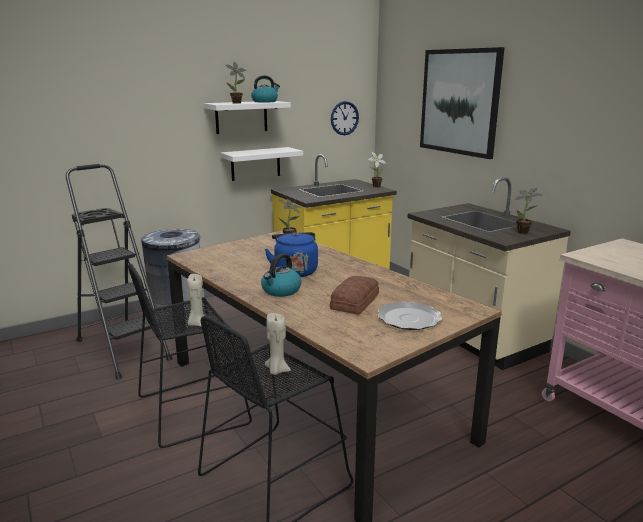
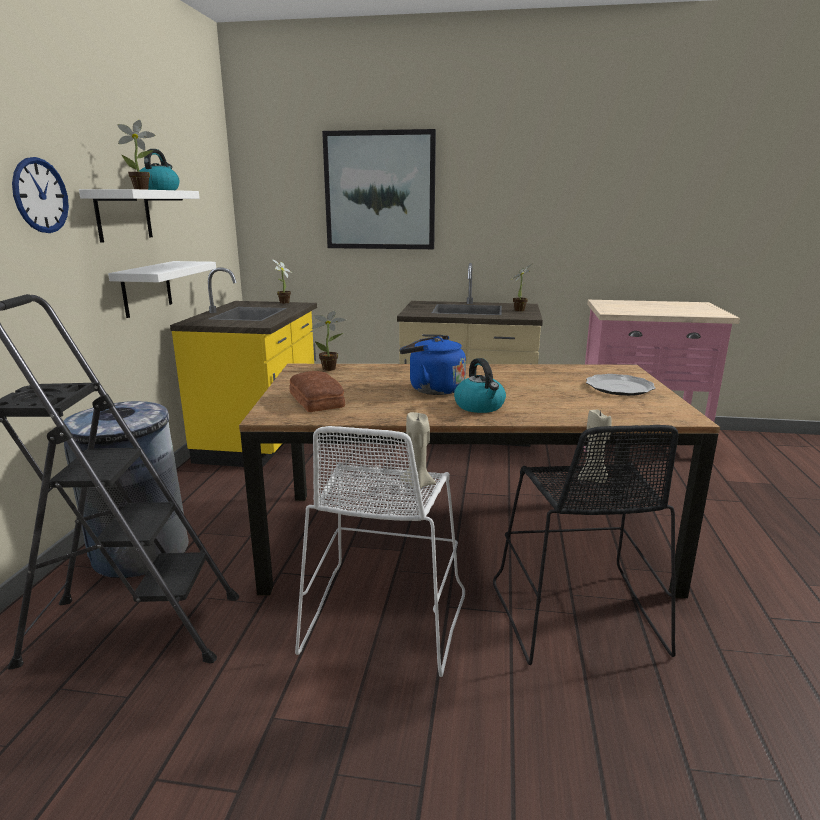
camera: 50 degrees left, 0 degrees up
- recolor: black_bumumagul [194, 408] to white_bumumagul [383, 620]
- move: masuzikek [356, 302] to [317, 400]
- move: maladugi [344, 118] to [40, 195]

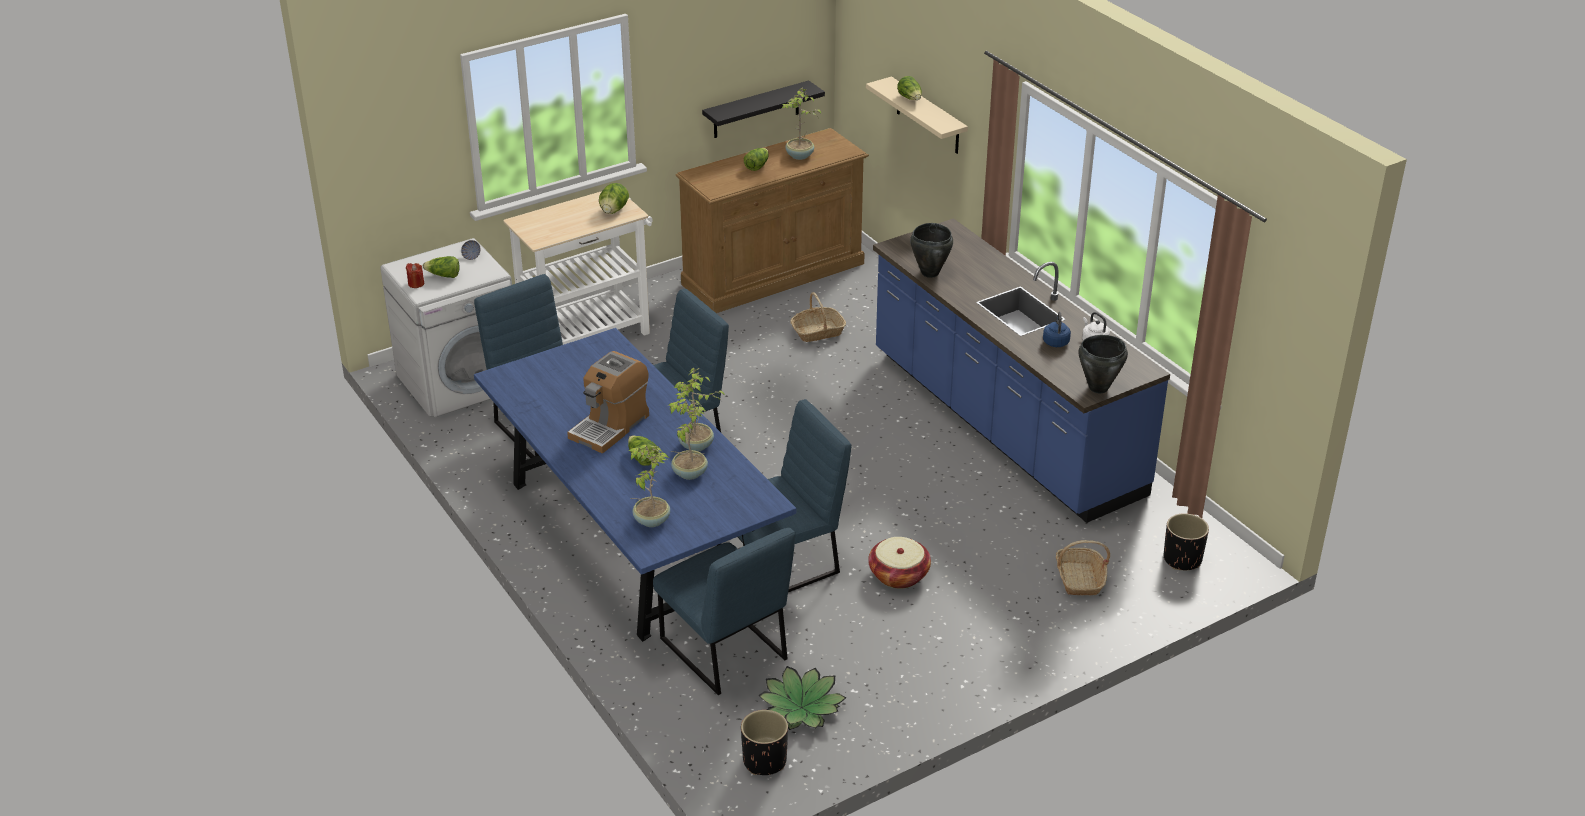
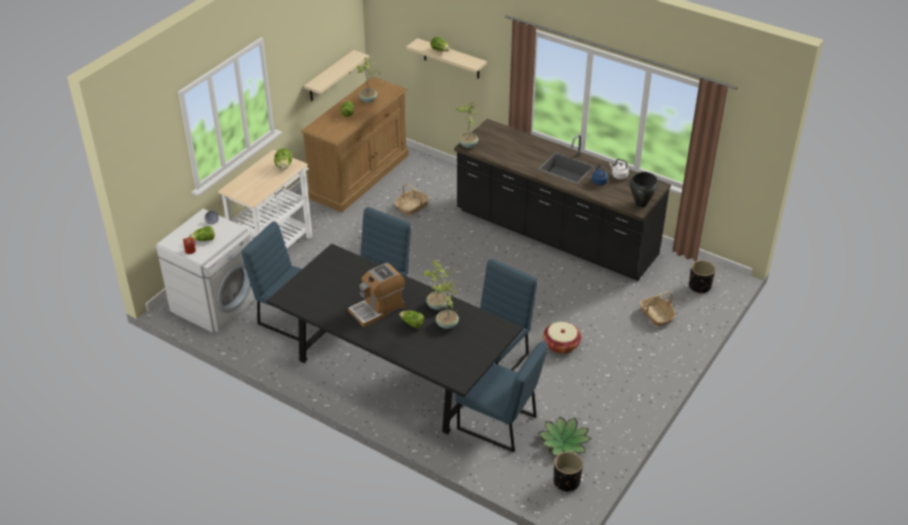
camera: 25 degrees left, 5 degrees up
- recolor: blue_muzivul [633, 535] to black_muzivul [395, 370]
- rotate: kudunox [610, 426] = [377, 309] 45 degrees clockwise
- move: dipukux [650, 520] to [468, 145]
- recolor: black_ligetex [756, 110] to beige_ligetex [330, 76]
- recolor: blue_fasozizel [1004, 424] to black_fasozizel [555, 234]
- delete: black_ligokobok [929, 273]

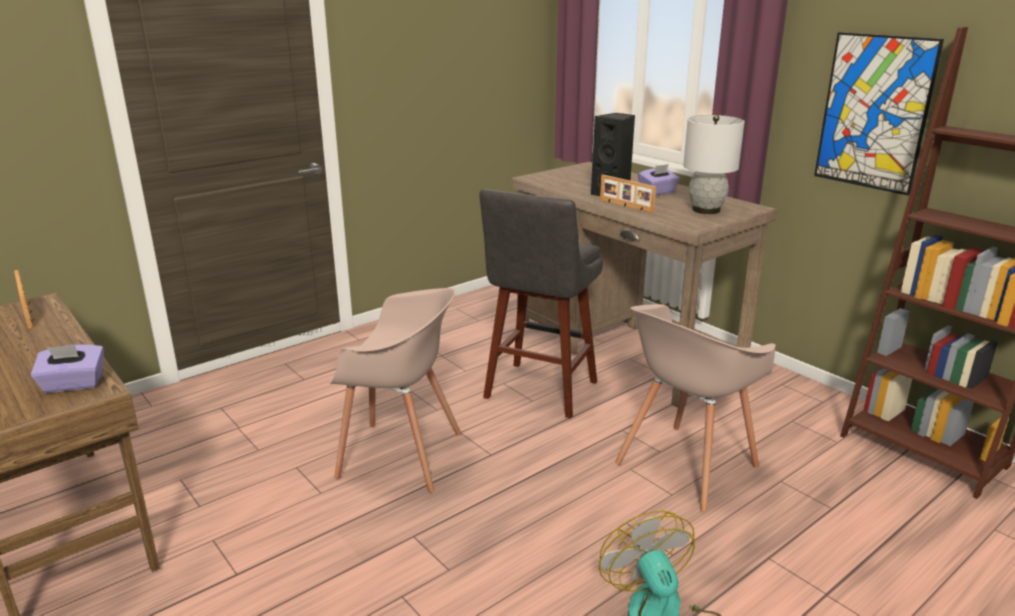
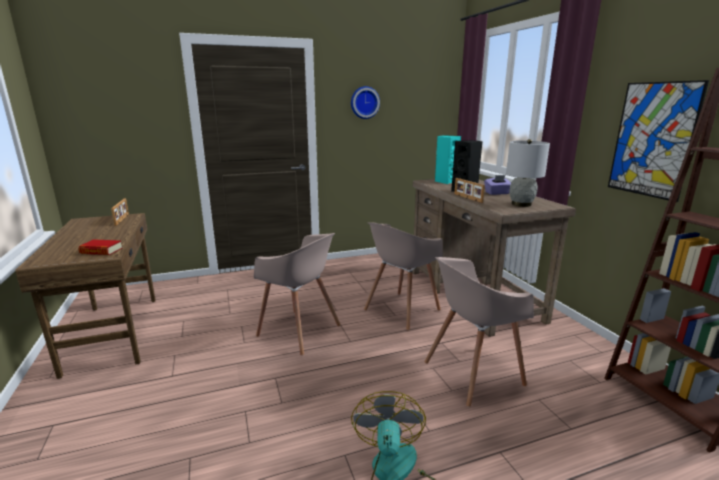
camera: 20 degrees right, 5 degrees down
- replace: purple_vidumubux [73, 384] to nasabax [101, 251]
- replace: grey_bumumagul [538, 392] to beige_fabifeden [401, 310]
- insert: maladugi [364, 102]
- insert: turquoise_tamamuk [445, 181]

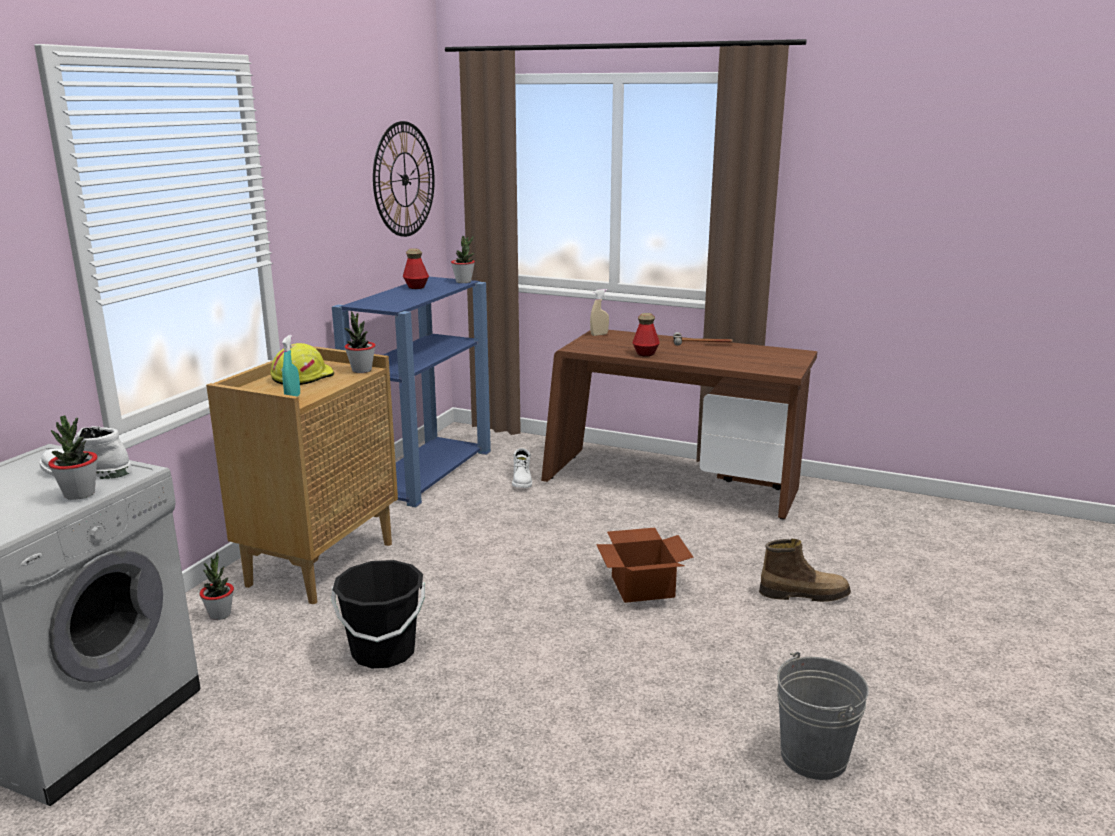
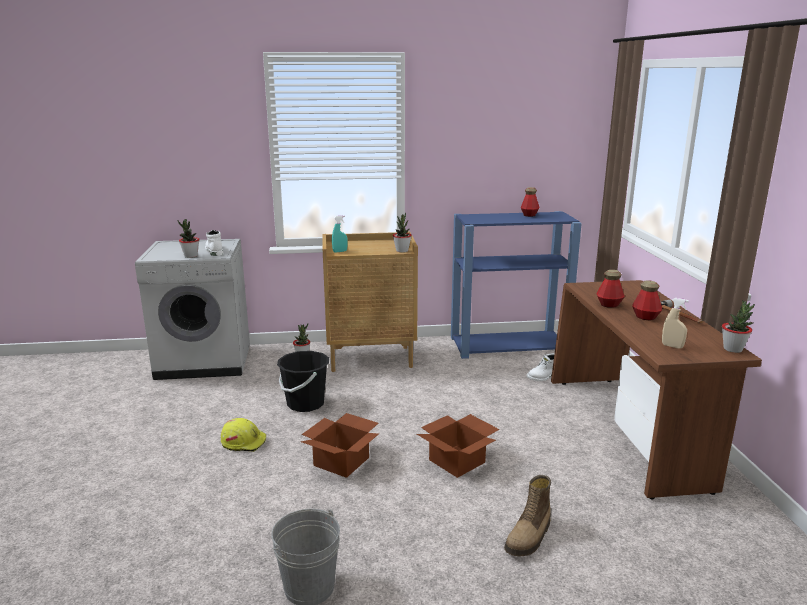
camera: 60 degrees right, 0 degrees up
- move: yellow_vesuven [302, 377] to [244, 442]
- delete: maladugi [404, 179]
- move: dipukux [463, 282] to [733, 349]
- move: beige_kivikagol [599, 334] to [672, 346]
- rotate: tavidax [803, 594] = [529, 537] 60 degrees clockwise
- insert: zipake [343, 461]
- insert: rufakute [645, 317]

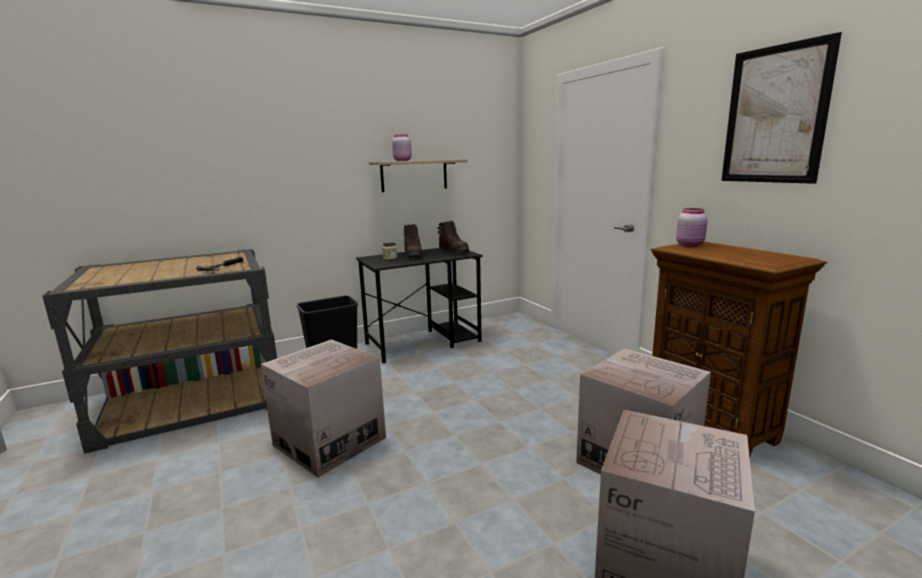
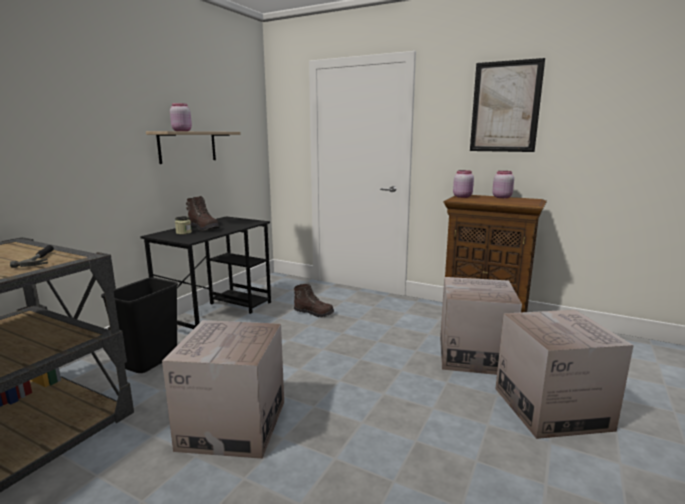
camera: 35 degrees left, 0 degrees up
- move: brown_tavidax [454, 251] to [314, 313]
- insert: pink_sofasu [501, 197]

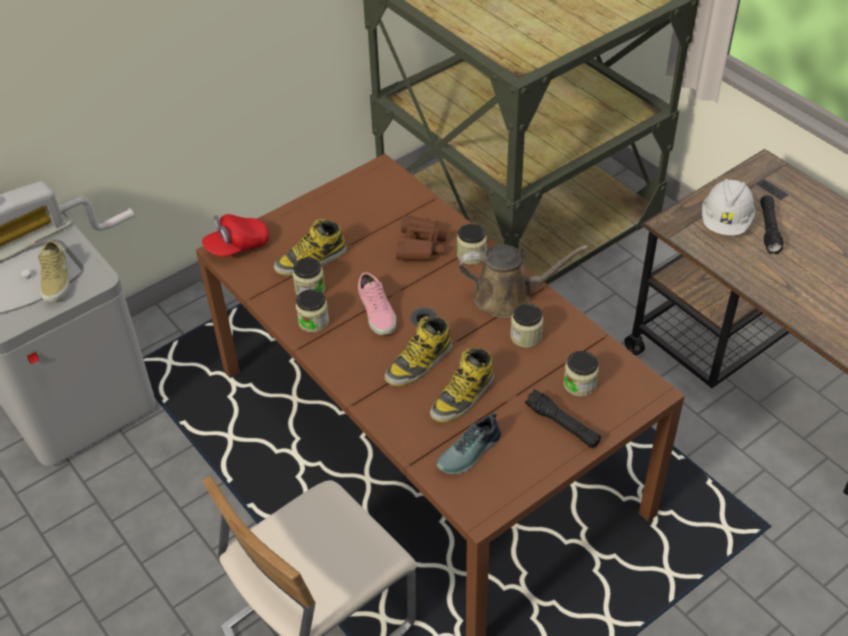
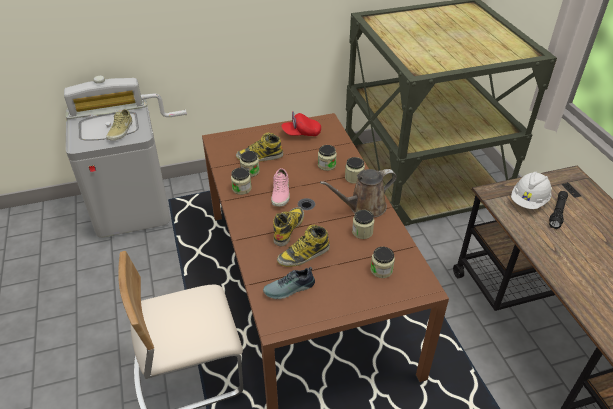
camera: 20 degrees right, 5 degrees down
- move: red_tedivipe [237, 246] to [301, 133]
- rotate: tavidax [419, 363] = [288, 228] 135 degrees clockwise
- replace: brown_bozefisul [420, 246] to sofasu [326, 165]
- rotate: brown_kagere [508, 297] = [363, 207] 135 degrees clockwise
- delete: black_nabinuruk [562, 425]

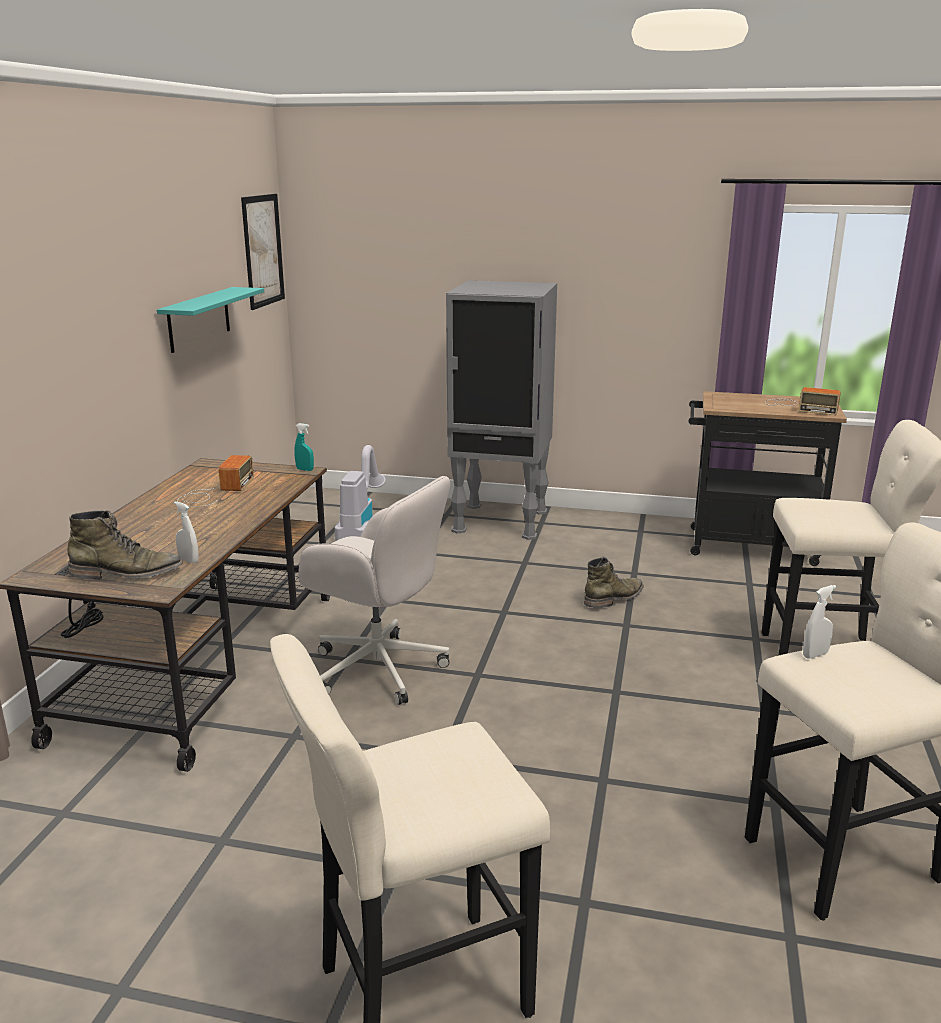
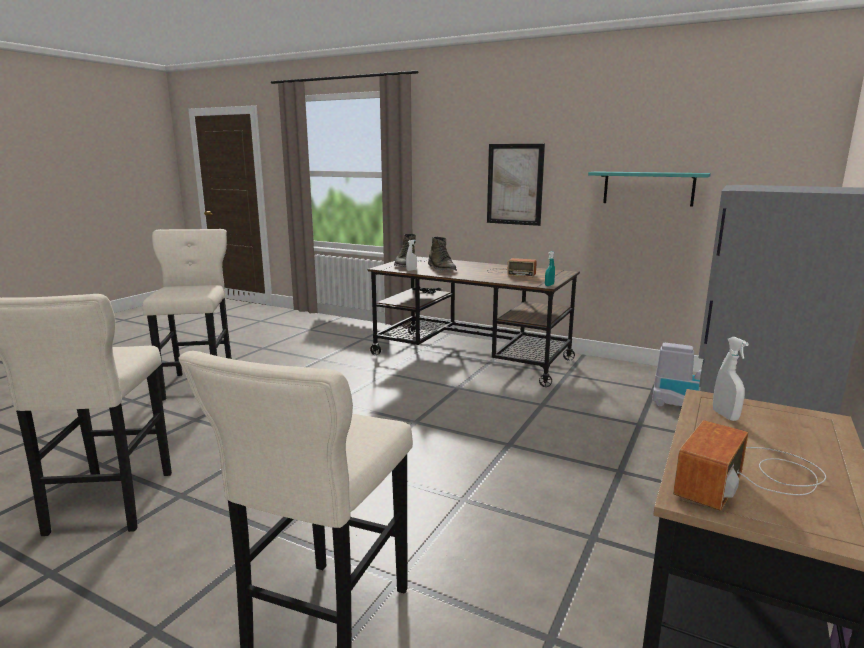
camera: 105 degrees right, 5 degrees down
- move: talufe [263, 250] to [515, 184]
- delete: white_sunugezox [377, 670]
- move: green_tavidax [614, 598] to [441, 268]
- move: white_kivikagol [815, 655] to [725, 415]

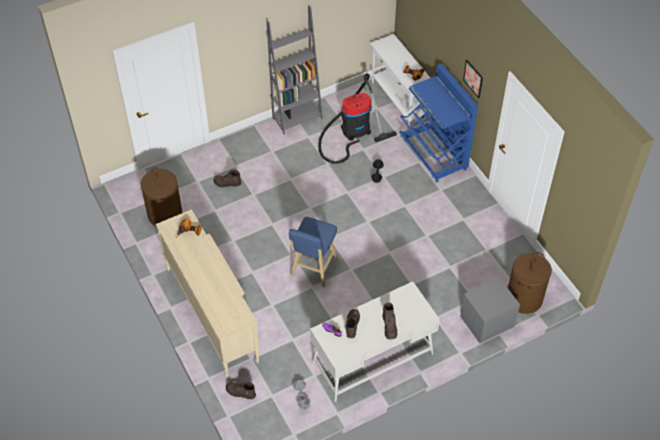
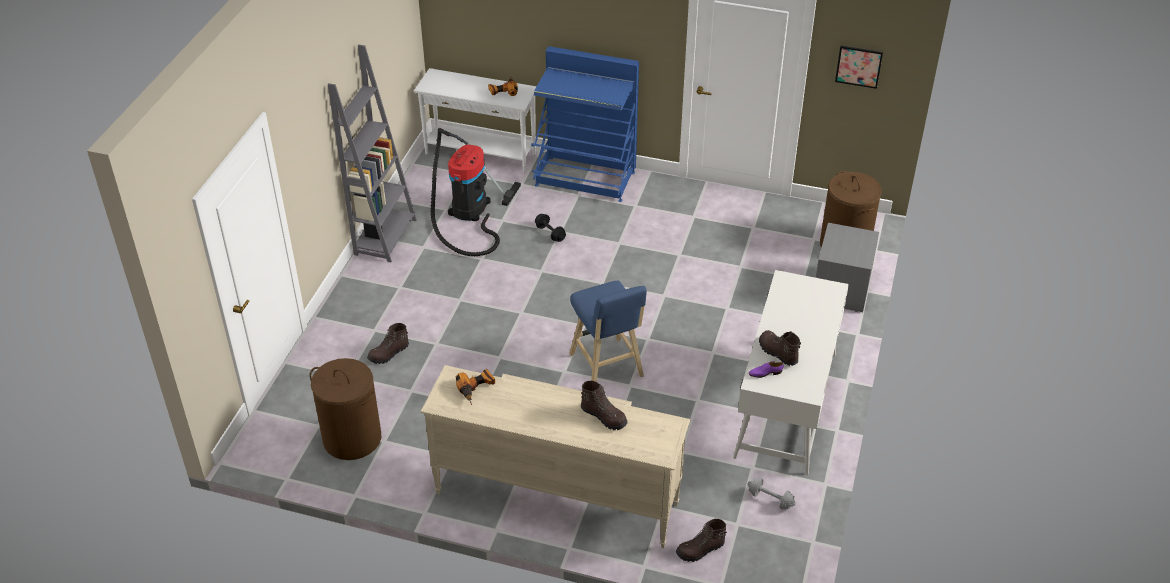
camera: 45 degrees left, 10 degrees down
- move: brown_tavidax [389, 326] to [604, 416]
- move: talufe [473, 78] to [858, 66]

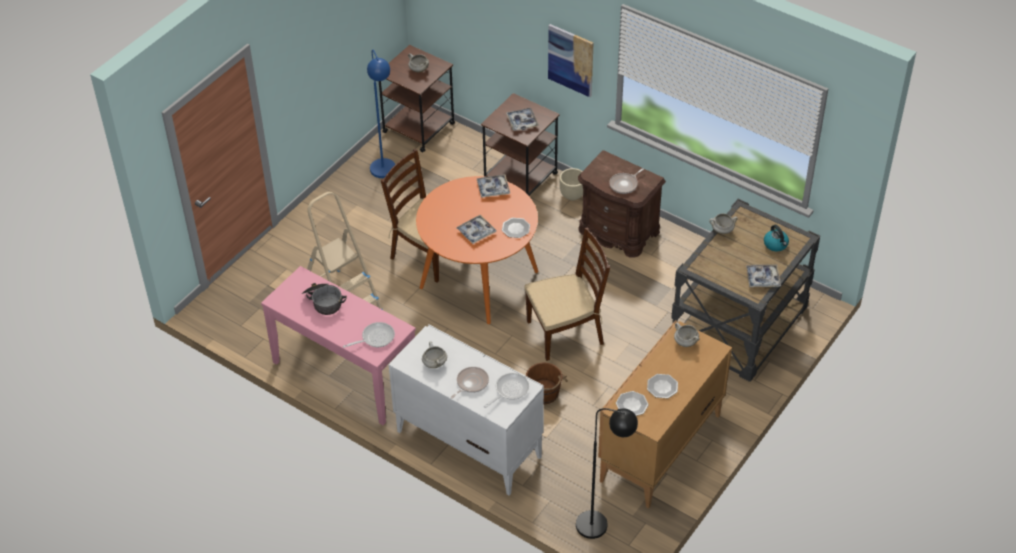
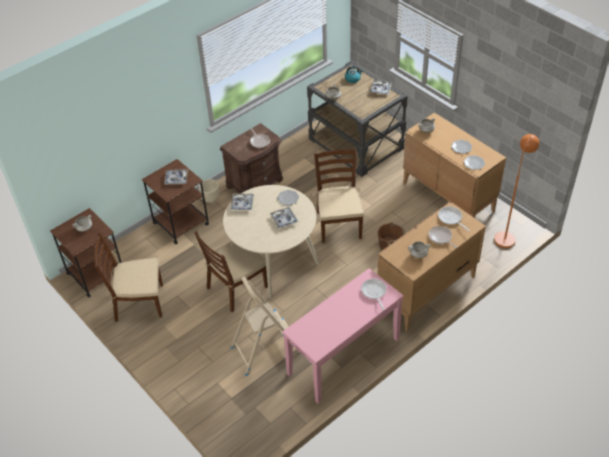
camera: 75 degrees left, 0 degrees up
- delete: ligokobok [323, 302]
- replace: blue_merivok [385, 175] to brown_fabifeden [138, 303]
- recolor: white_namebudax [468, 444] to brown_namebudax [426, 292]
- recolor: orange_muzivul [479, 280] to beige_muzivul [273, 262]
- delete: talufe [571, 60]
- recolor: black_merivok [601, 528] to orange_merivok [507, 236]

